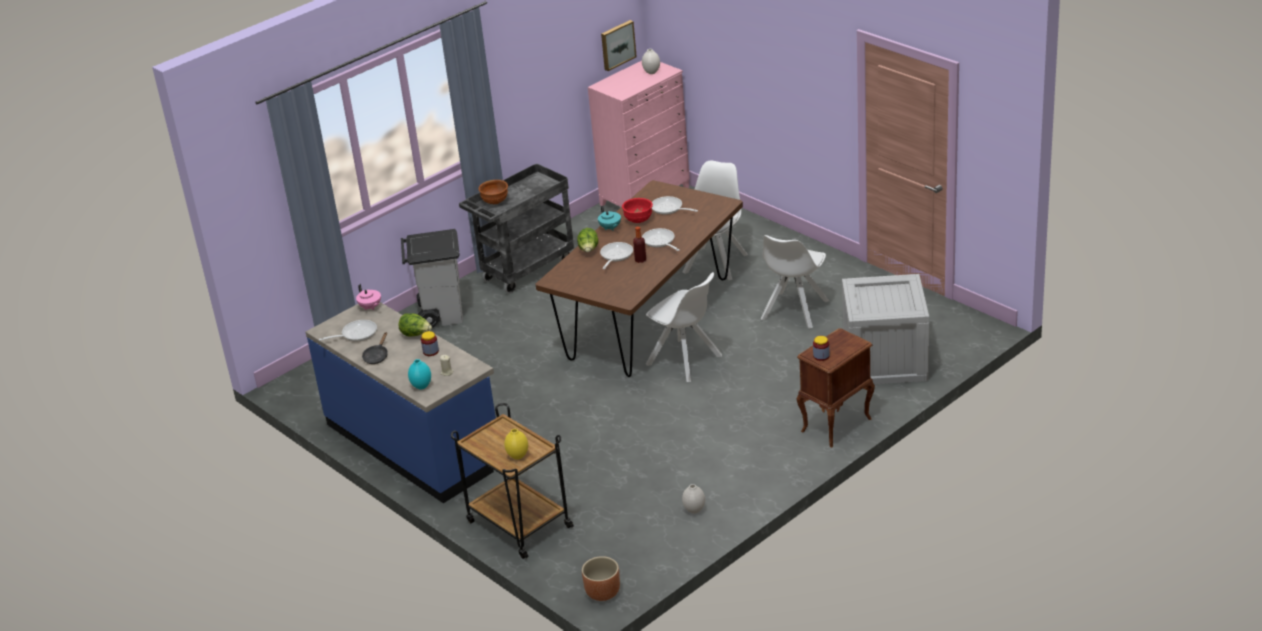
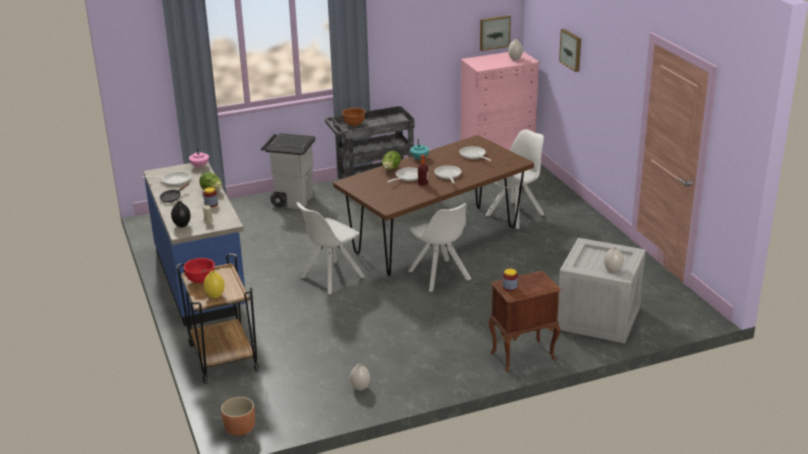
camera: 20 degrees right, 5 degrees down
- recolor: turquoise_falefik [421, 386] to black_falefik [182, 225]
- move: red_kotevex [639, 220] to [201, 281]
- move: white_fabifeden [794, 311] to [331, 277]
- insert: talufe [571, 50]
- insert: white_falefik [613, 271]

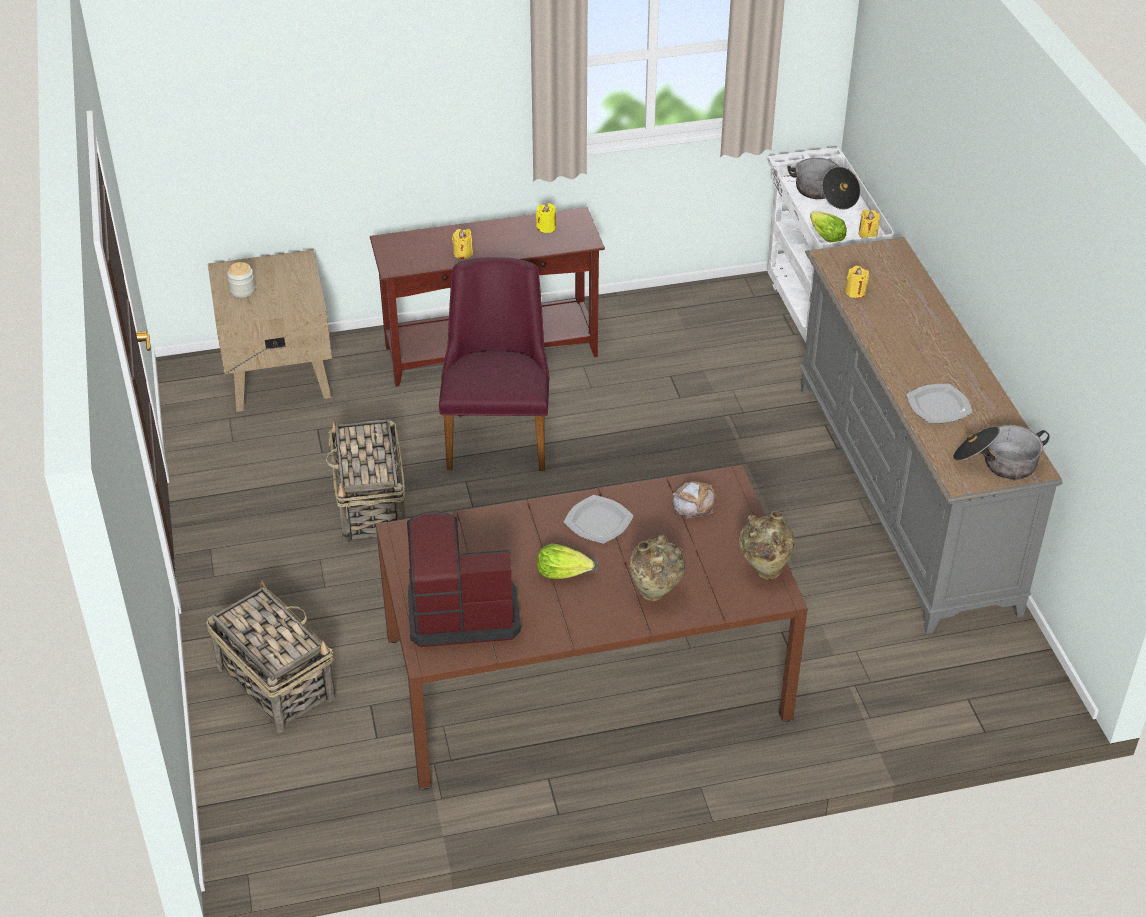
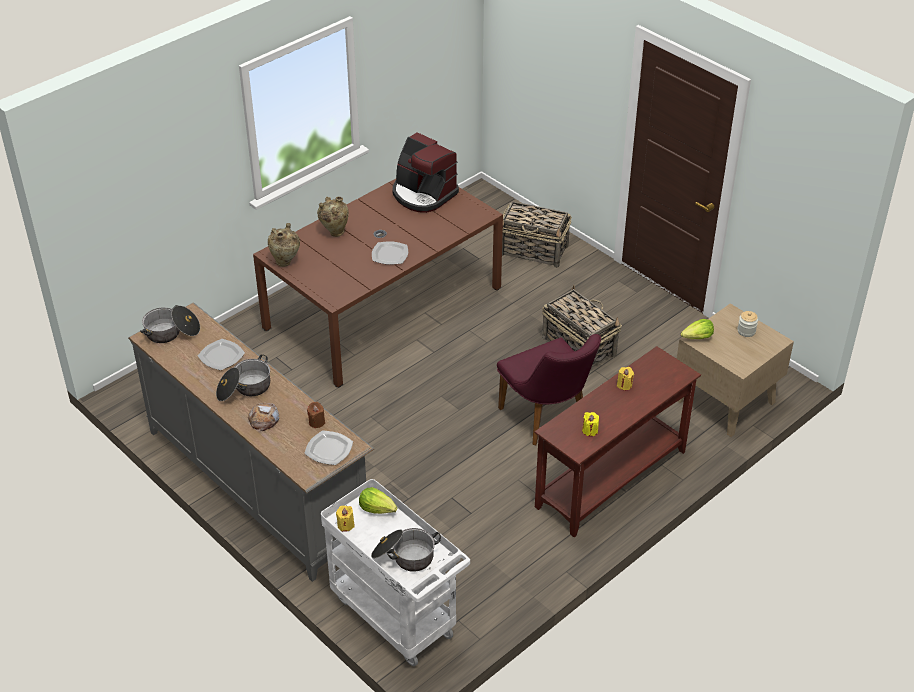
camera: 150 degrees right, 0 degrees up
- rotate: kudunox [461, 610] = [423, 194] 75 degrees clockwise
- move: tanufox [563, 572] to [697, 338]
- move: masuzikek [693, 503] to [264, 419]
- recolor: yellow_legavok [855, 292] to brown_legavok [316, 422]
- insert: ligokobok [244, 388]
- insert: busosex [328, 449]

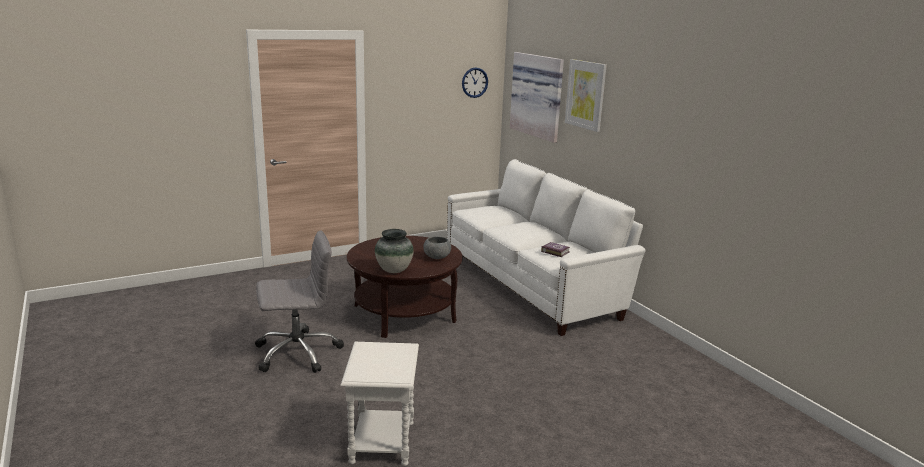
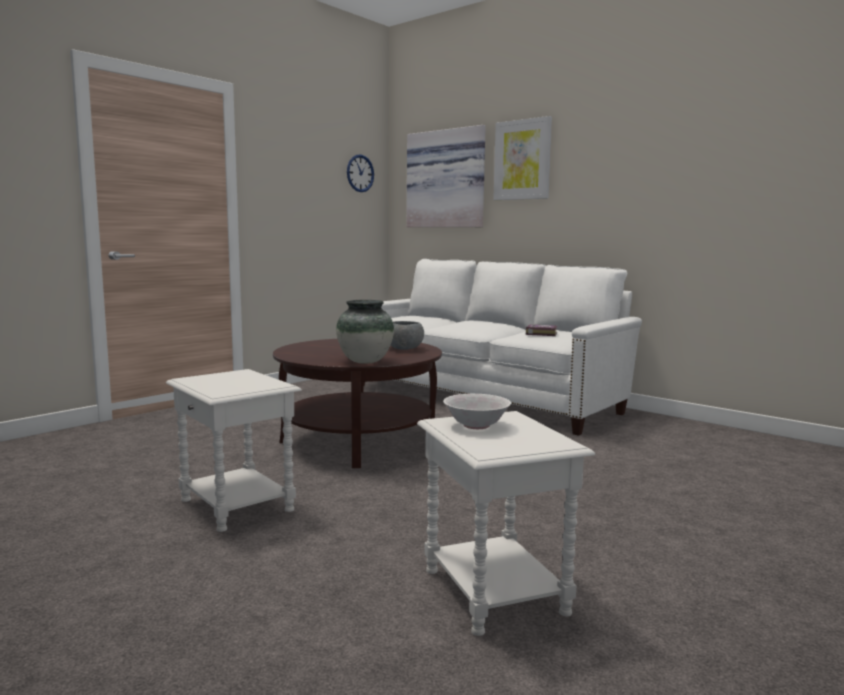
camera: 20 degrees left, 10 degrees down
- replace: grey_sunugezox [298, 352] to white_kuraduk [238, 504]
- insert: white_kotevex [476, 425]

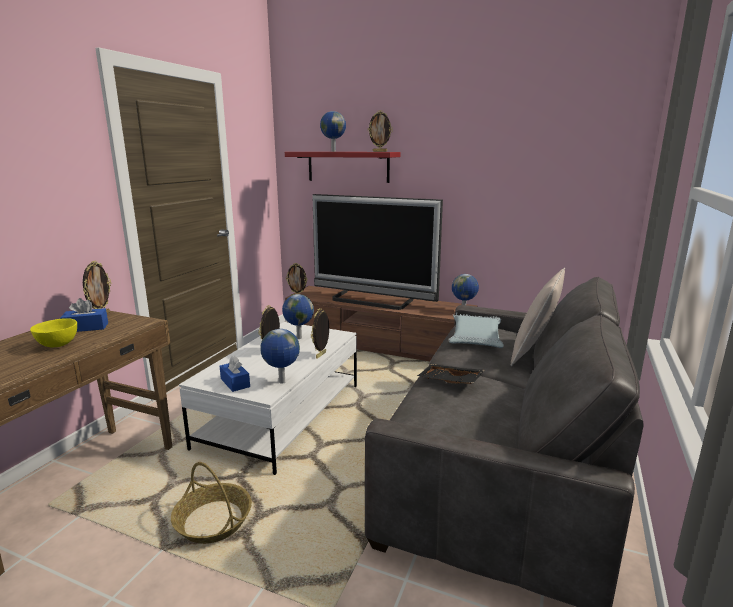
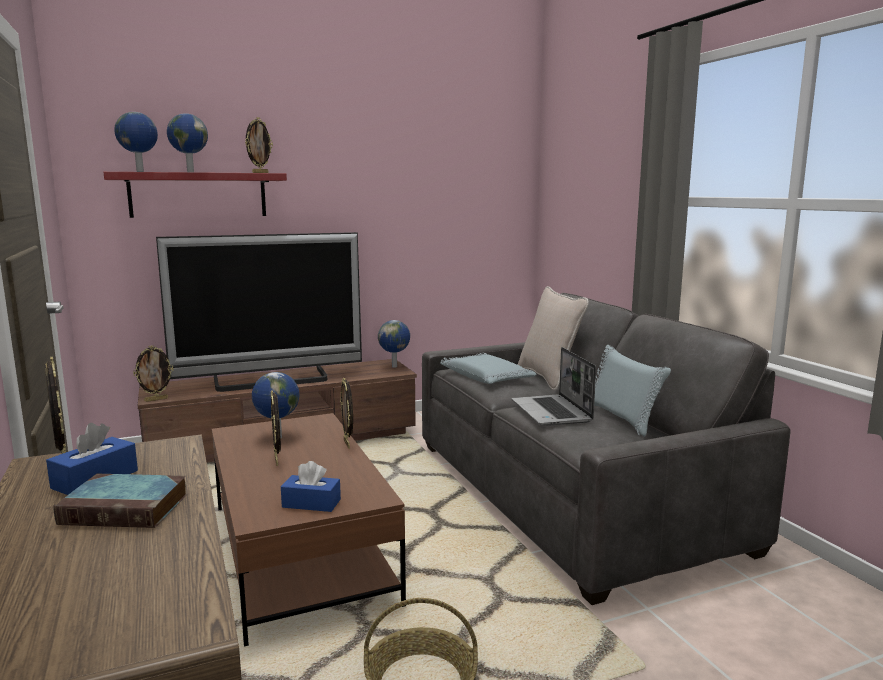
camera: 45 degrees left, 5 degrees down
- replace: yellow_kotevex [58, 345] to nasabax [128, 508]
- recolor: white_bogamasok [282, 415] to brown_bogamasok [300, 553]
- move: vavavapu [282, 382] to [140, 171]
- replace: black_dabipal [449, 381] to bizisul [552, 412]
- insert: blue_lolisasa [622, 418]

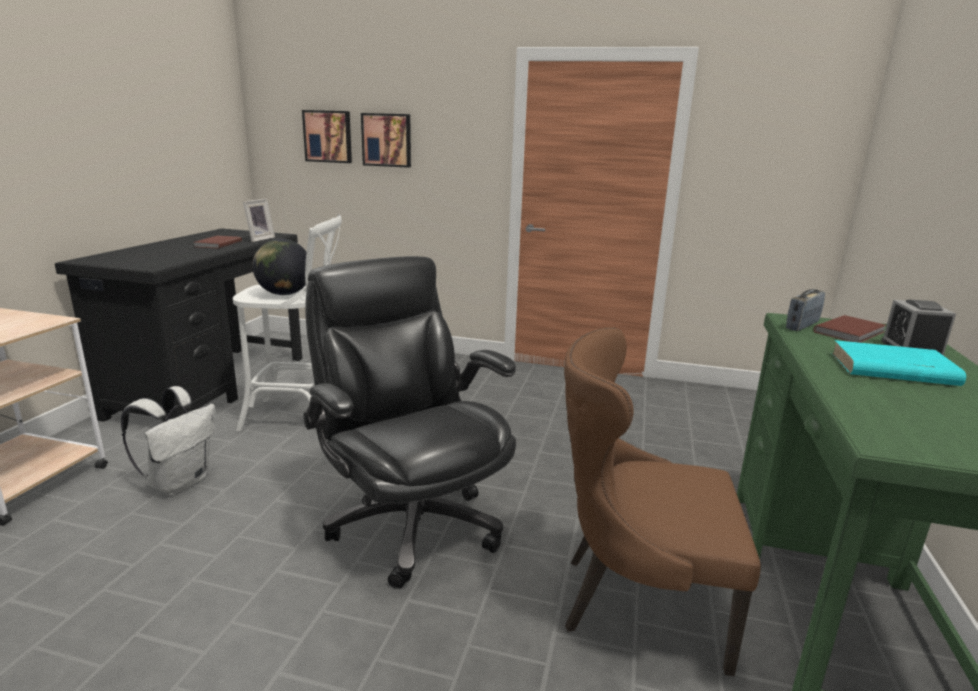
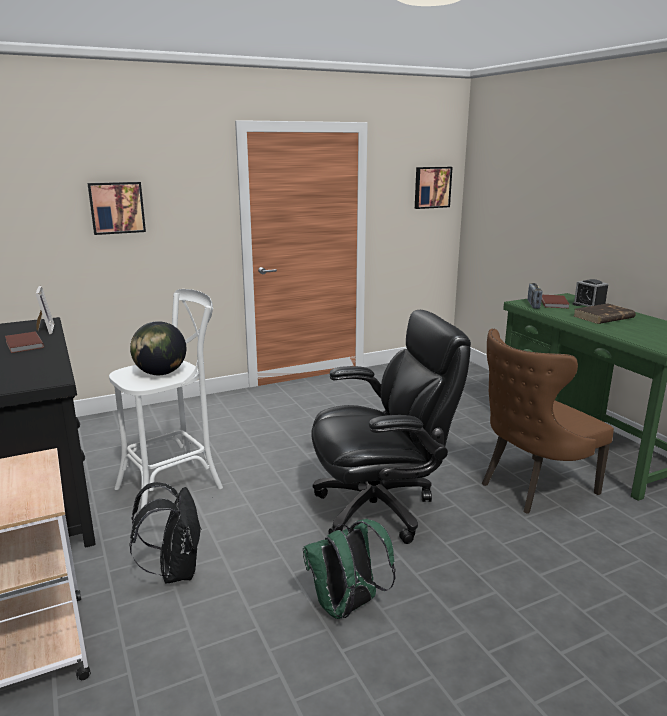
camera: 40 degrees left, 0 degrees up
- recolor: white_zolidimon [180, 482] to black_zolidimon [175, 571]
- move: talufe [328, 136] to [432, 187]
- rotate: black_sunugezox [412, 524] = [380, 509] 150 degrees clockwise
- recolor: turquoise_nasabax [891, 369] to brown_nasabax [603, 317]
- insert: green_zolidimon [347, 607]

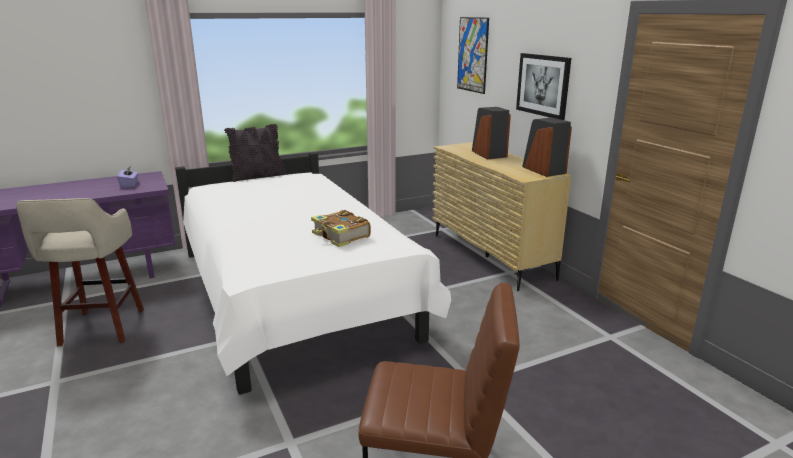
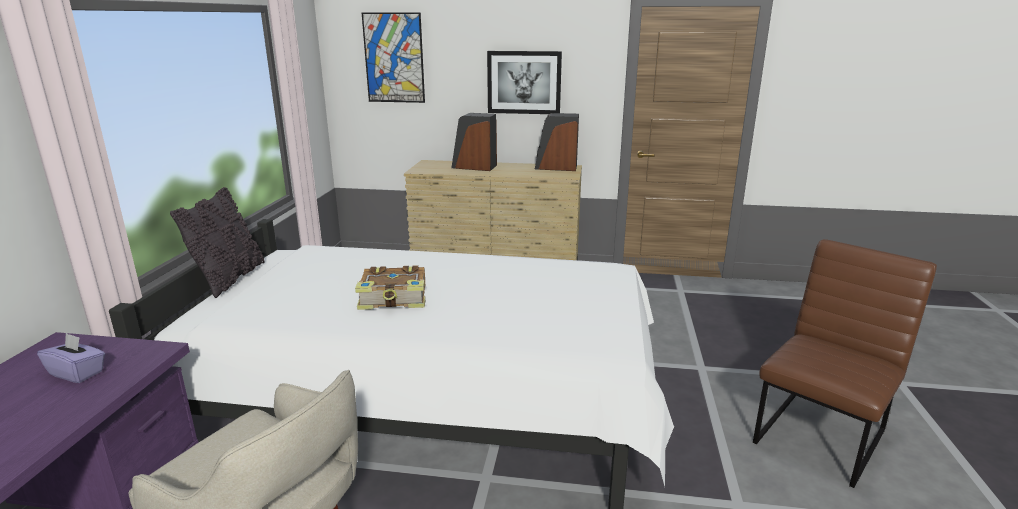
camera: 55 degrees left, 0 degrees up
- move: nasabax [341, 236] to [394, 298]

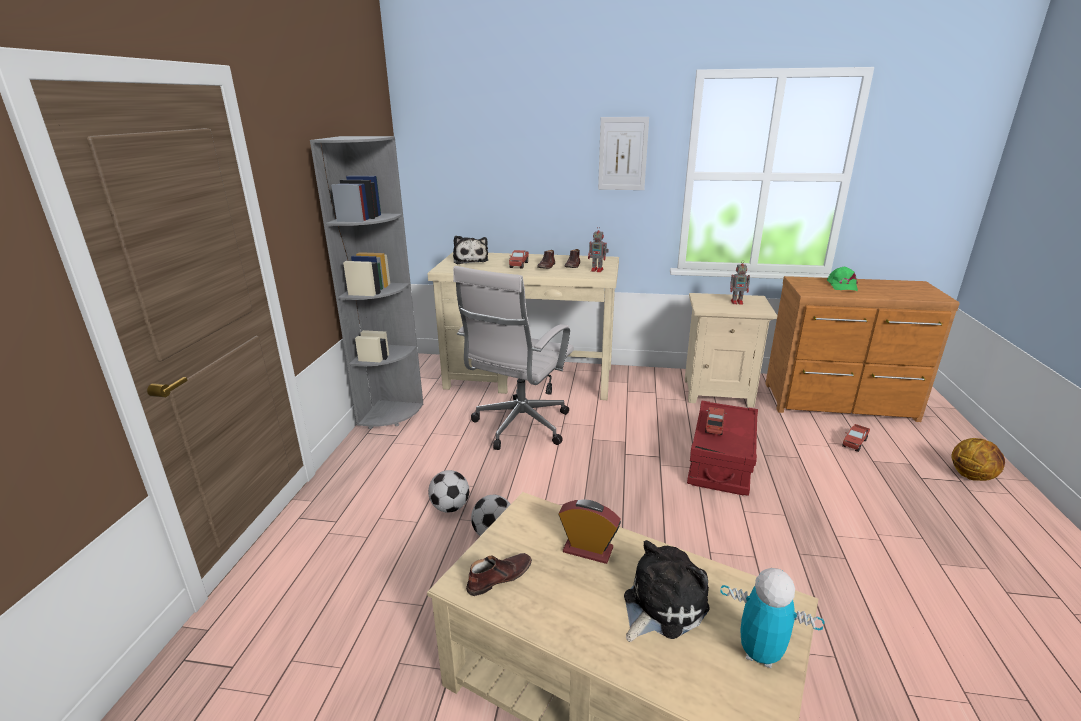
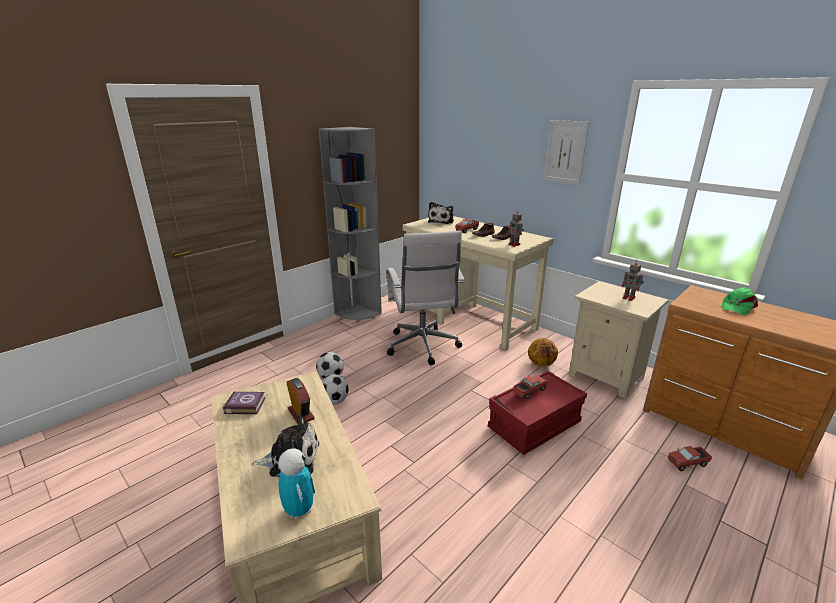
camera: 35 degrees right, 0 degrees up
- rotate: white_sunugezox [519, 427] = [423, 347] 75 degrees counterclockwise
- replace: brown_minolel [499, 577] to nasabax [244, 405]
- move: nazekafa [972, 476] to [541, 364]

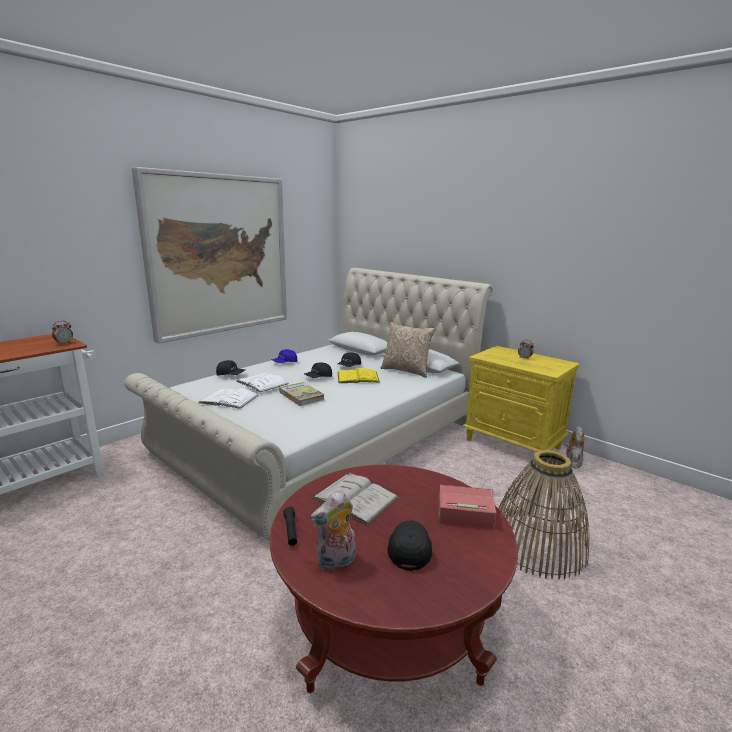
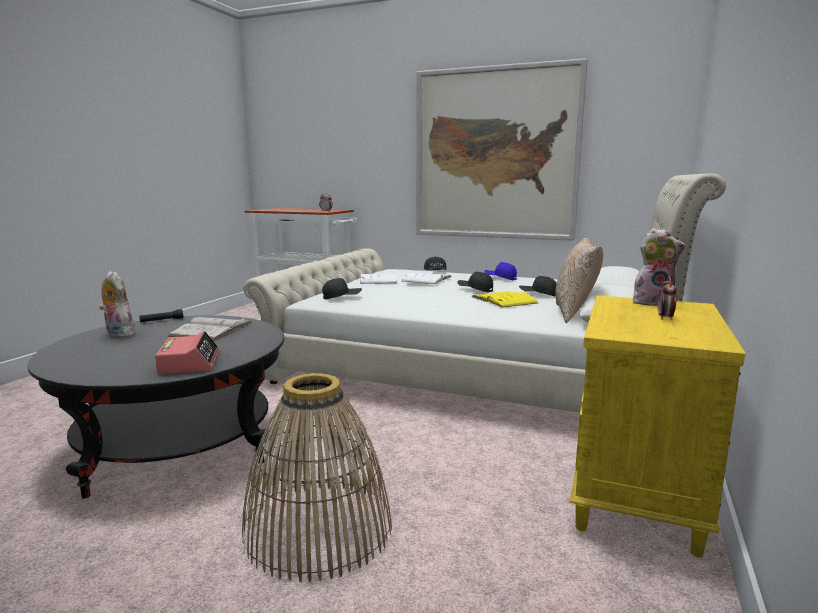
camera: 70 degrees right, 5 degrees down
- recolor: red_bogamasok [388, 615] to black_bogamasok [177, 443]
- delete: nasabax [301, 396]
- move: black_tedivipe [409, 550] to [341, 297]
- move: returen [572, 463] to [653, 302]

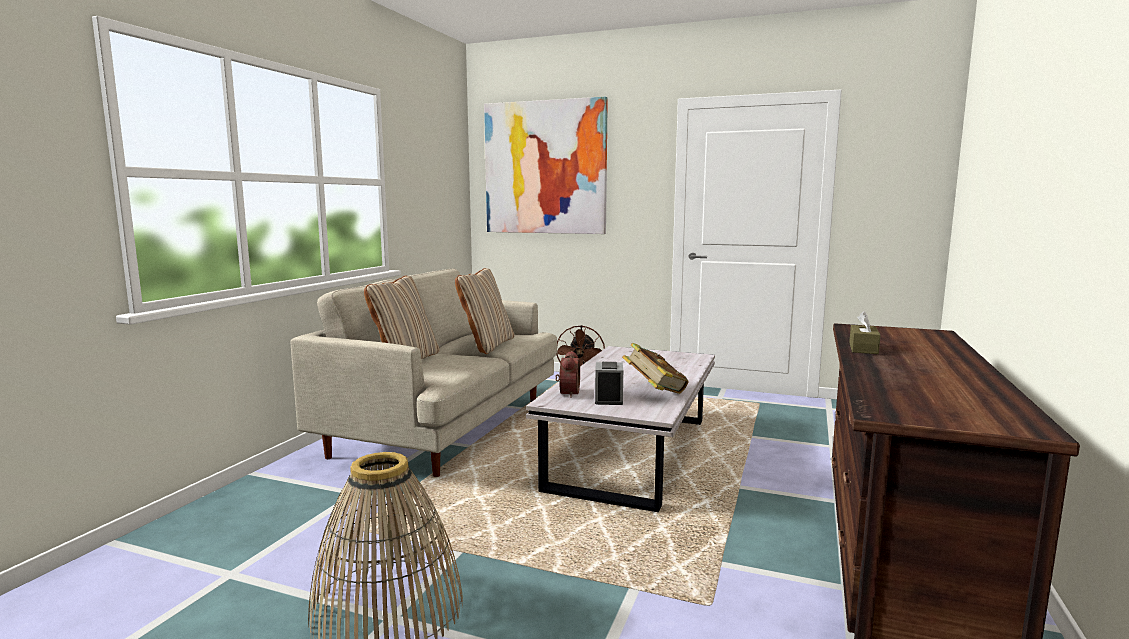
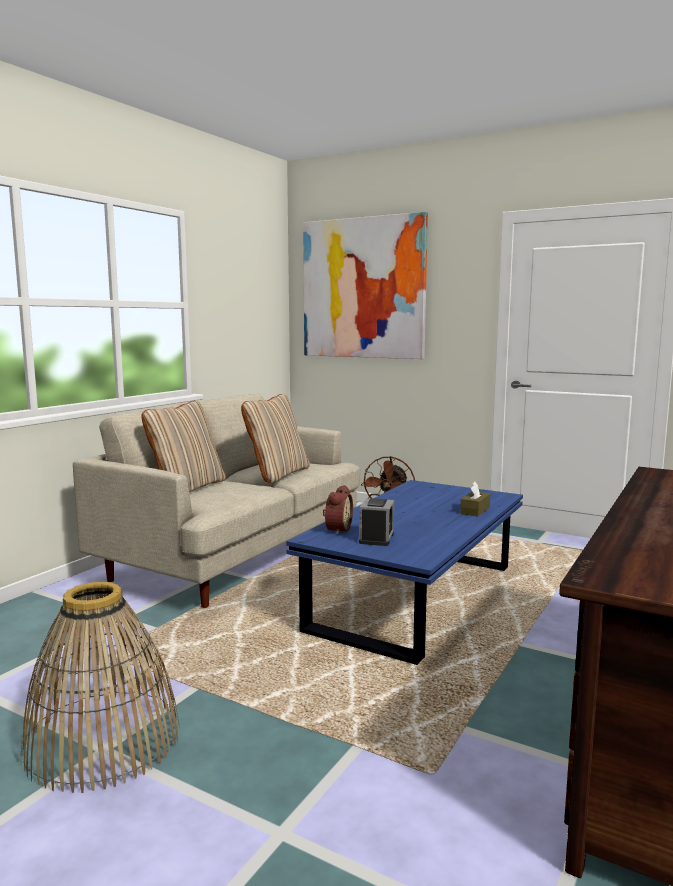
camera: 10 degrees right, 0 degrees up
- recolor: white_bogamasok [632, 453] to blue_bogamasok [416, 597]
- delete: nasabax [654, 392]
- move: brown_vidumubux [863, 348] to [475, 510]

